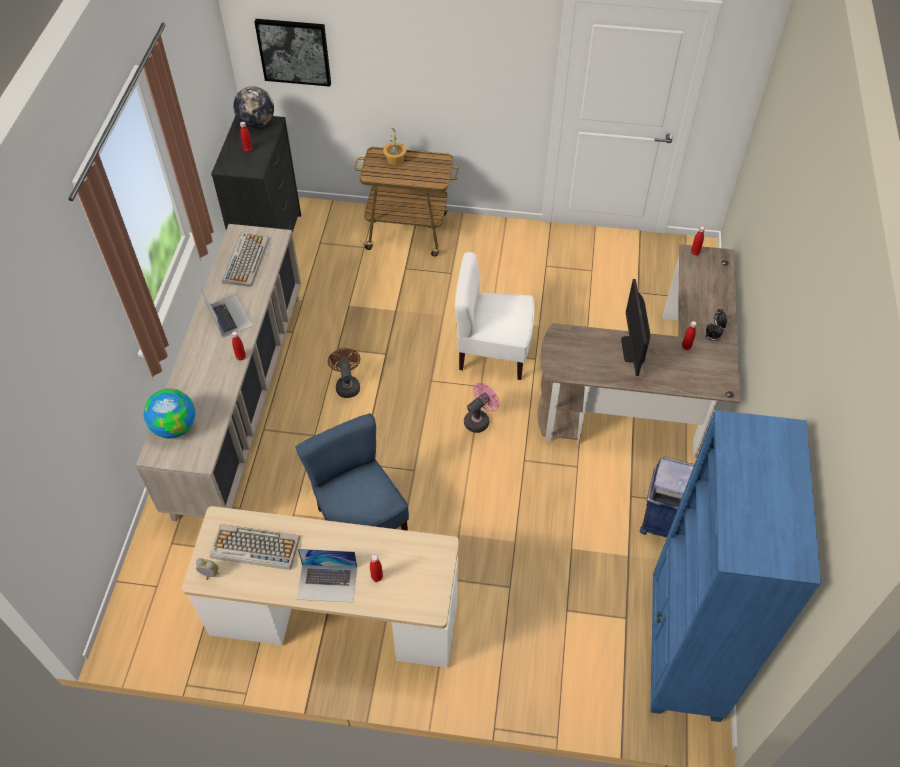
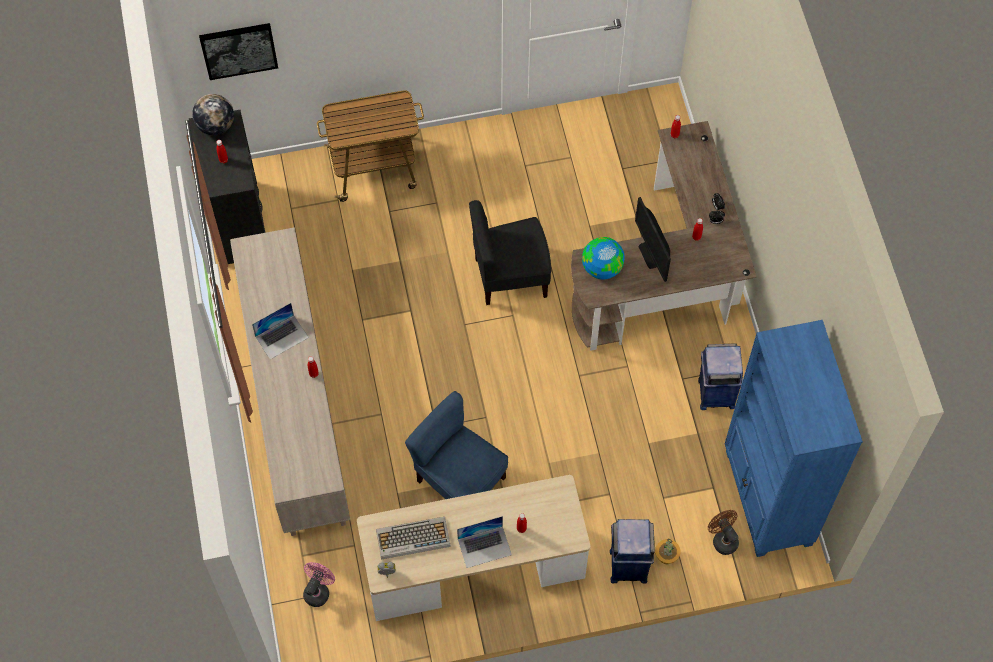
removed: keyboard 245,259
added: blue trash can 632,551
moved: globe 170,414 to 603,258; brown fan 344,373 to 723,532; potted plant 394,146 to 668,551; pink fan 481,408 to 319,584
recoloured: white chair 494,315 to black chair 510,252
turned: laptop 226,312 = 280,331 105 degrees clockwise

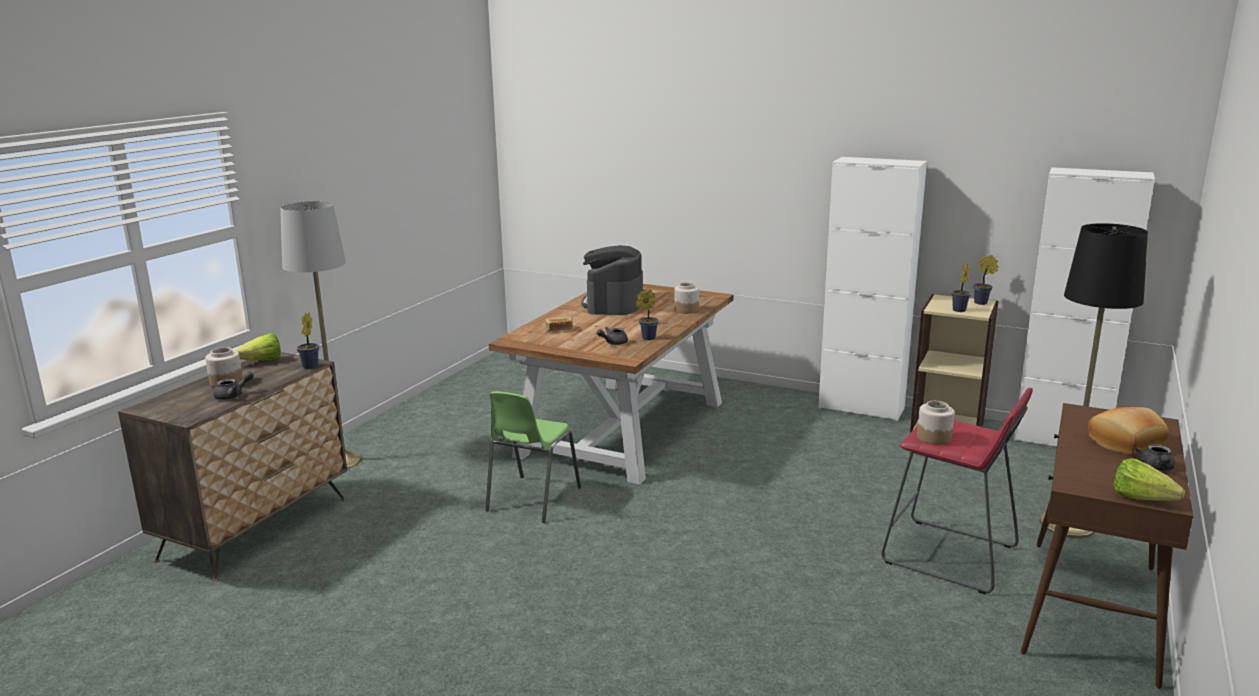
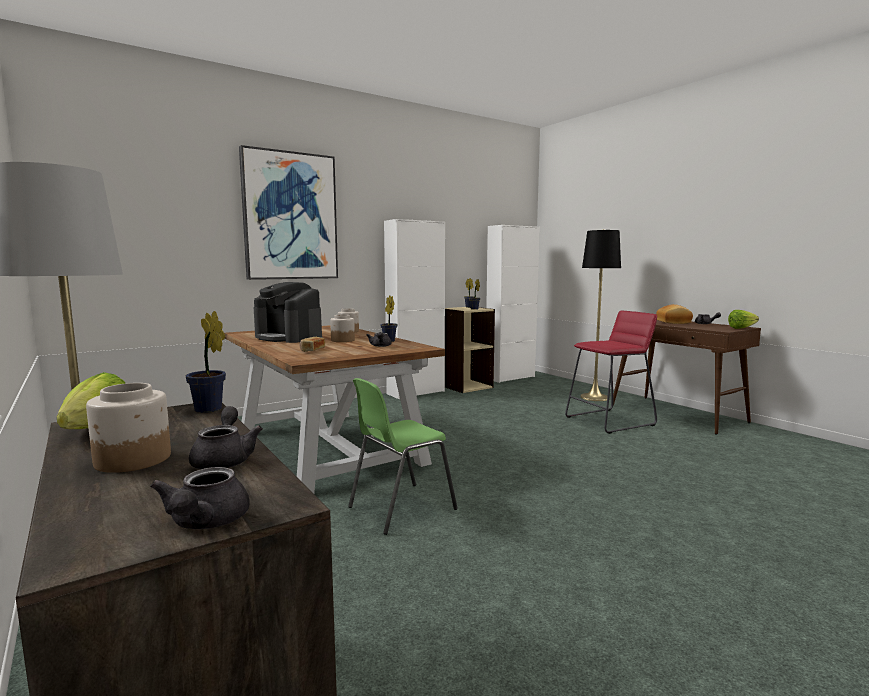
added: grey teapot 200,498; picture 288,212
moved: jar 935,423 to 342,328
turned: green chair 533,457 = 403,456 90 degrees clockwise

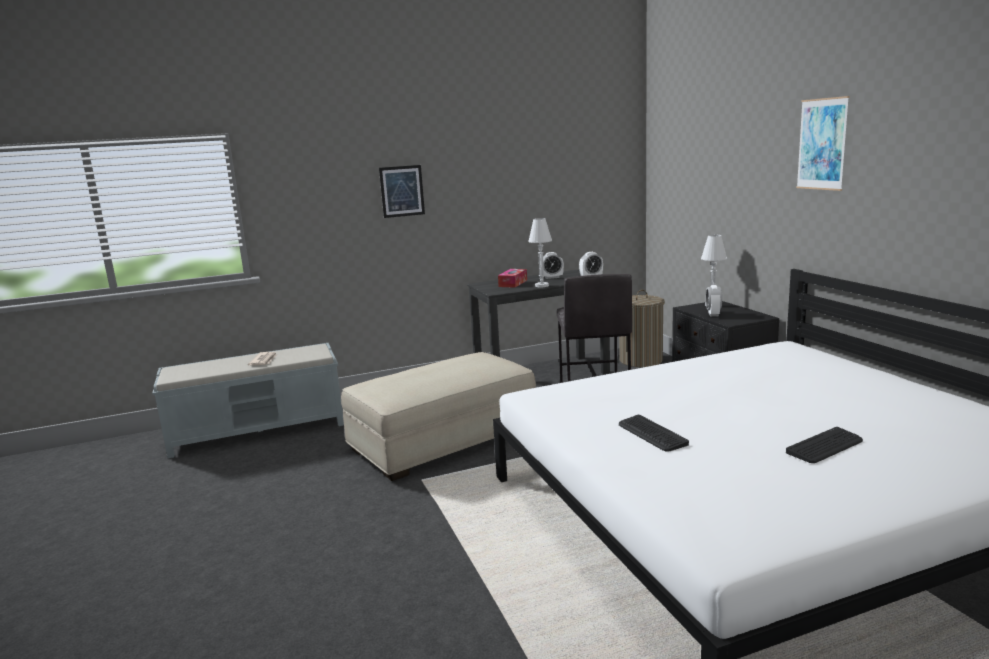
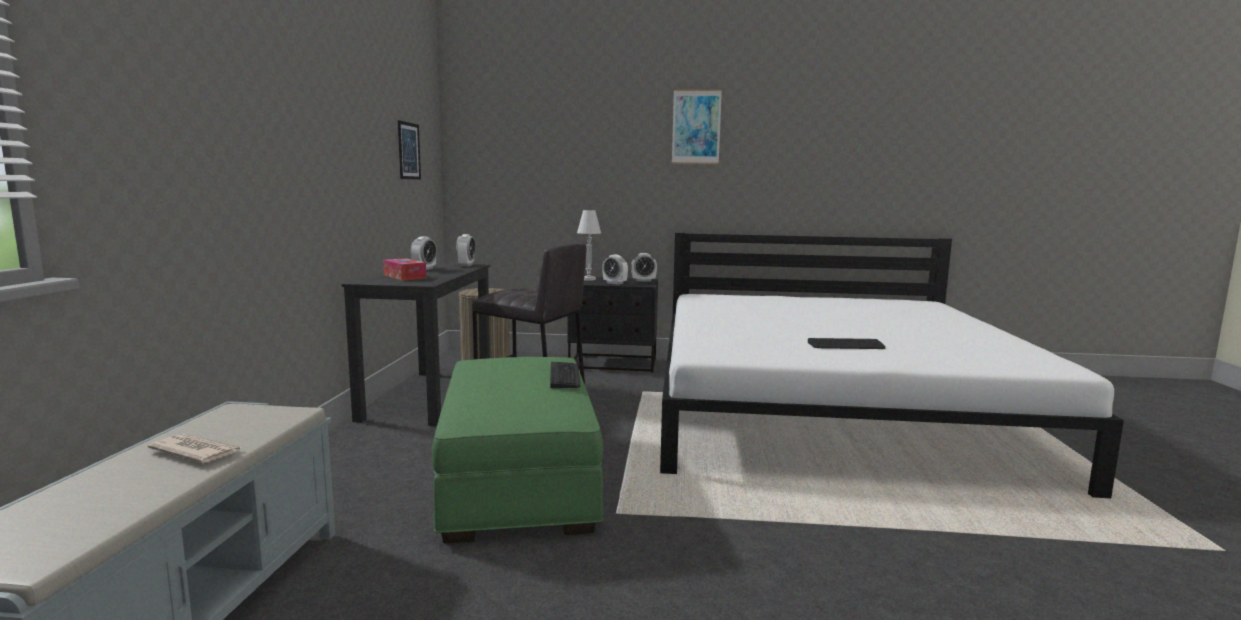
removed: white table lamp 540,252
added: alarm clock 644,267
moved: picture 402,191 to 409,149; keyboard 824,445 to 565,375
recoloured: beige ottoman 438,416 to green ottoman 517,450

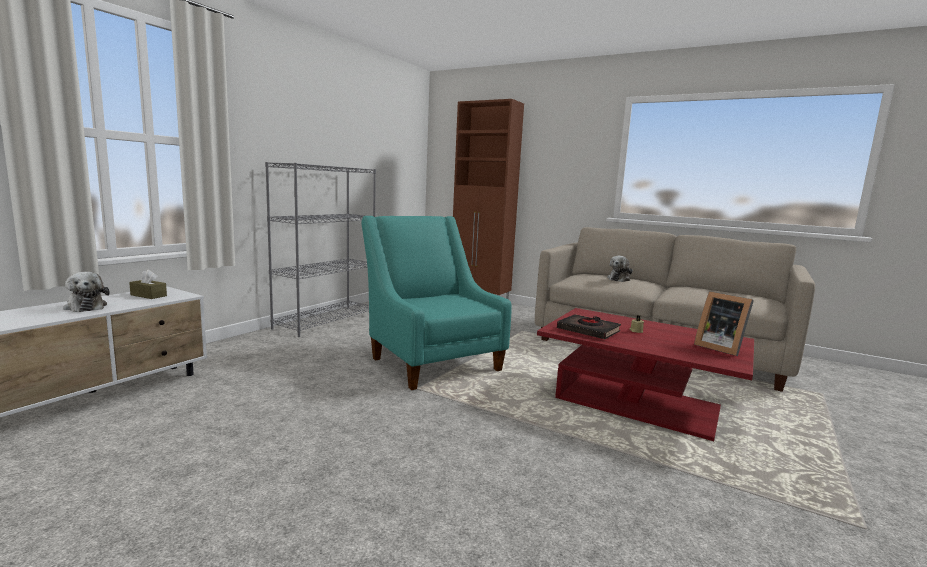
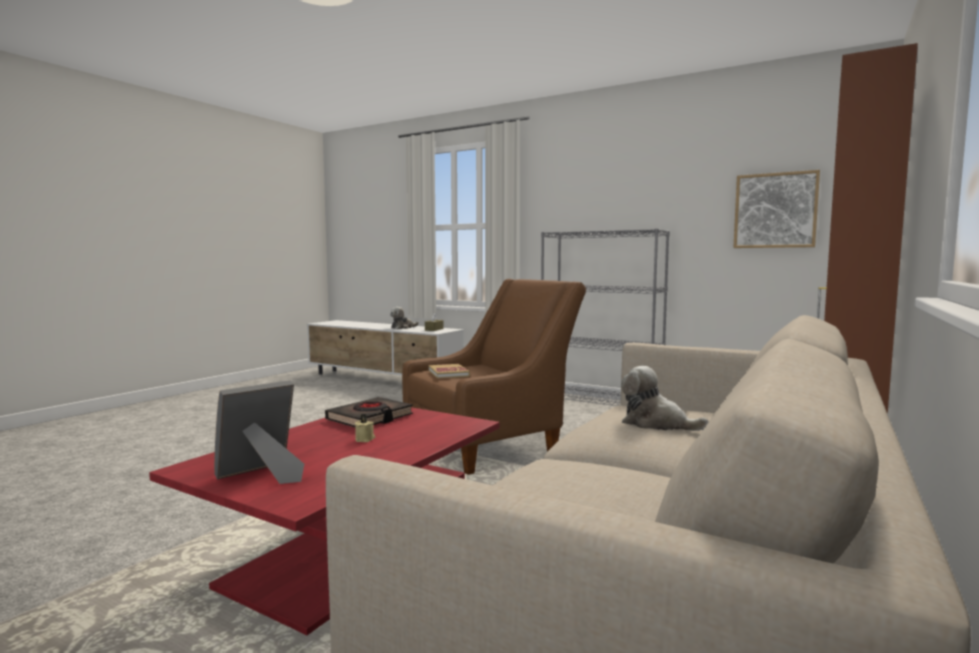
added: book 449,371; picture 776,209
recoloured: turquoise armchair 436,303 to brown armchair 494,377

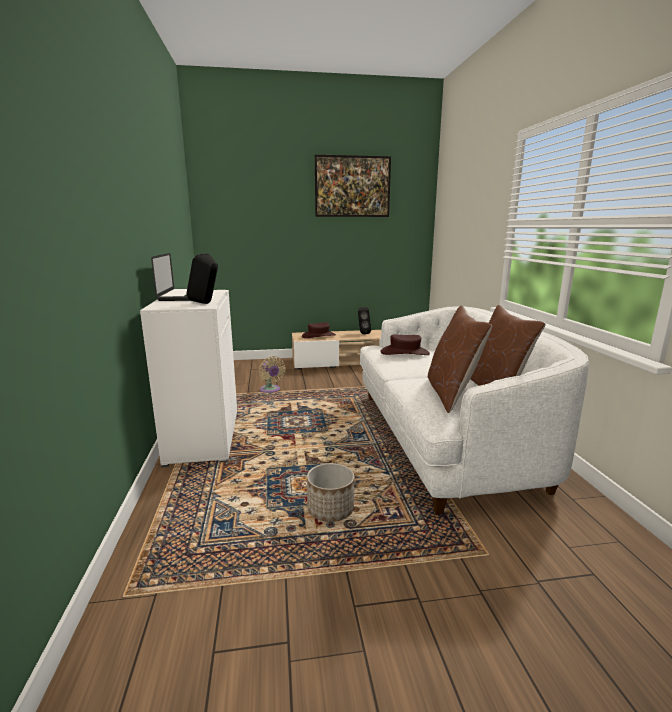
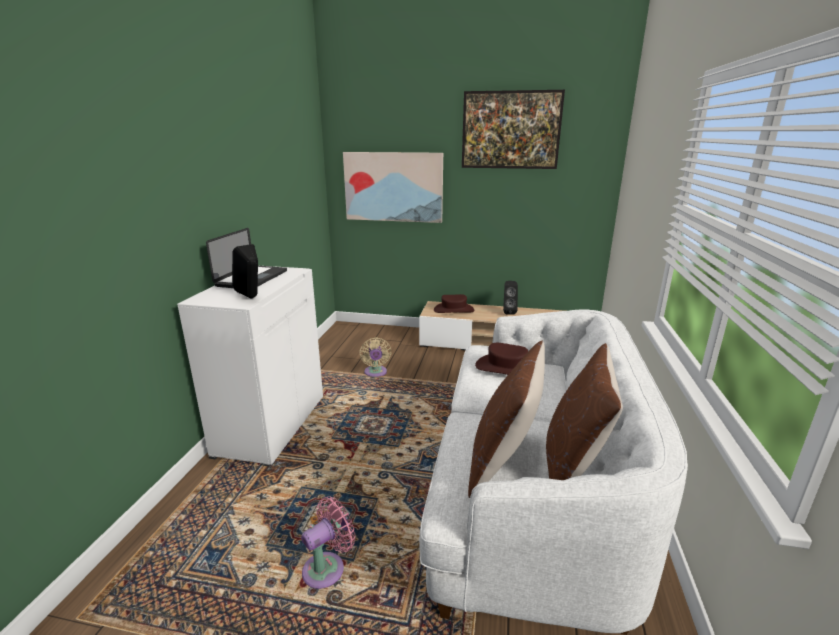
added: picture 393,187
replaced: planter 330,492 to pink fan 328,542

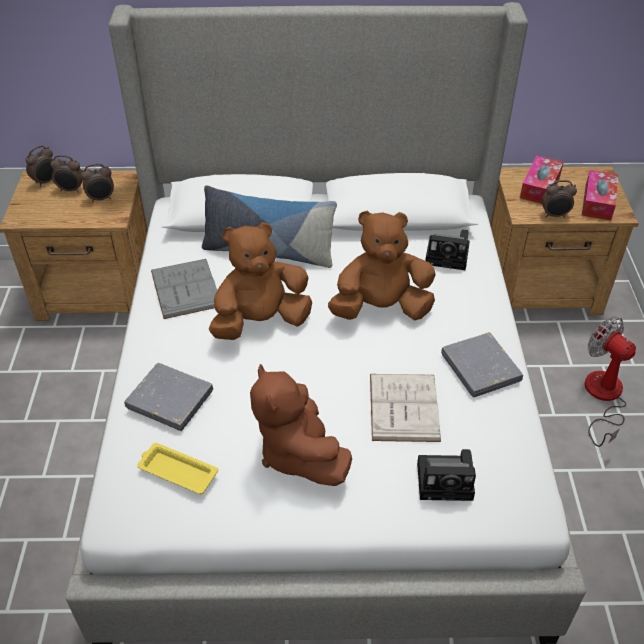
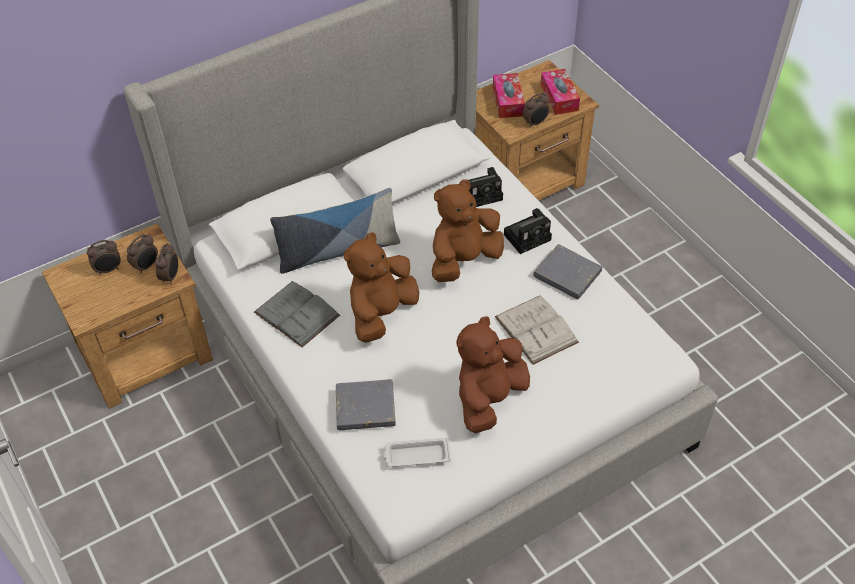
removed: fan 610,382
moved: alarm clock 40,166 to 166,264; photo camera 446,475 to 528,231
recoloured: yellow tray 177,468 to white tray 417,452
turned: brown plush toy 301,425 = 493,374 90 degrees clockwise

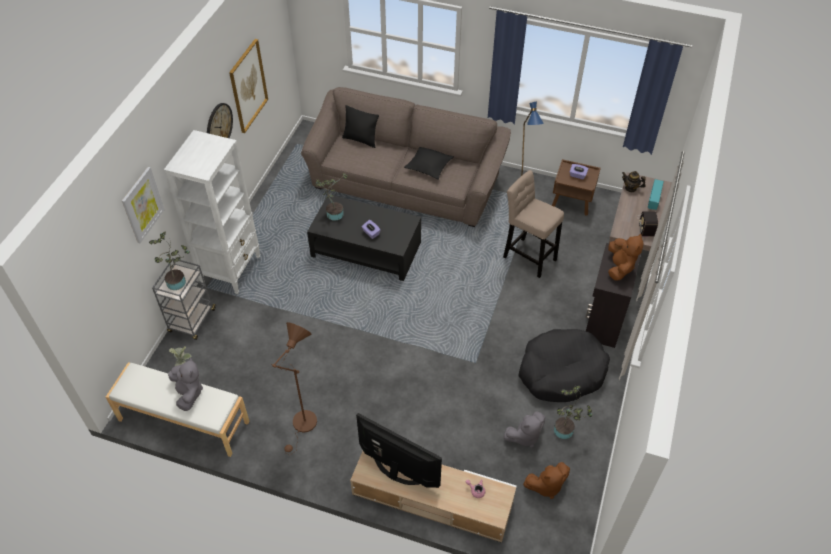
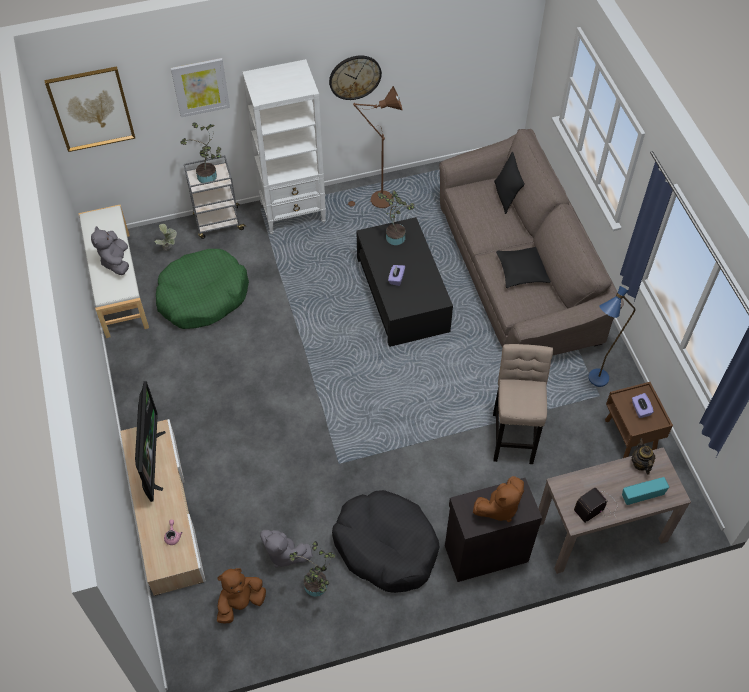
added: green dog bed 202,289
moved: picture 248,86 to 90,109; brown floor lamp 294,387 to 375,147
turned: grey plush toy 185,384 = 110,250 135 degrees clockwise; brown plush toy 546,480 = 241,595 105 degrees clockwise

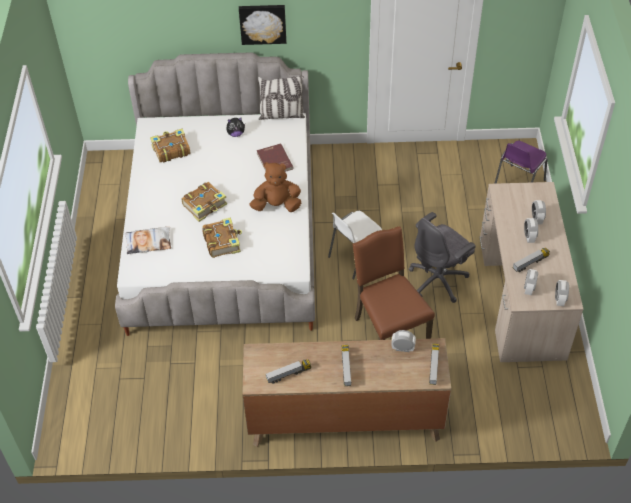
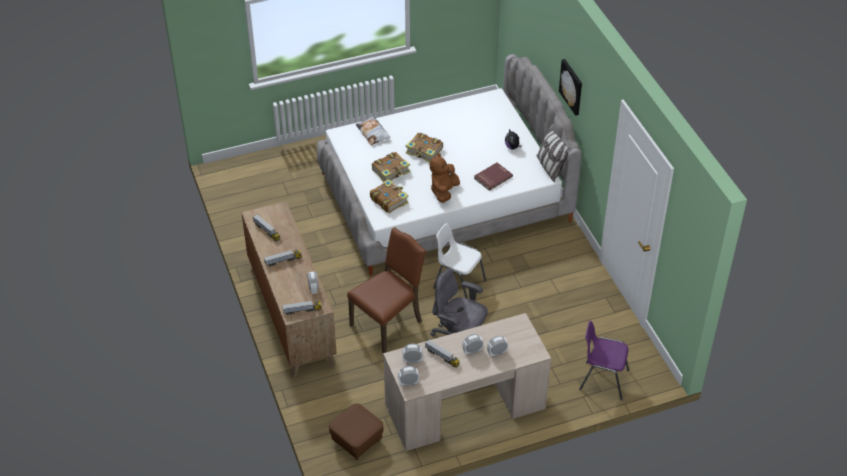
added: brown ottoman 356,431
moved: book 170,145 to 389,196
turned: brown plush toy 275,187 = 445,178 135 degrees counterclockwise

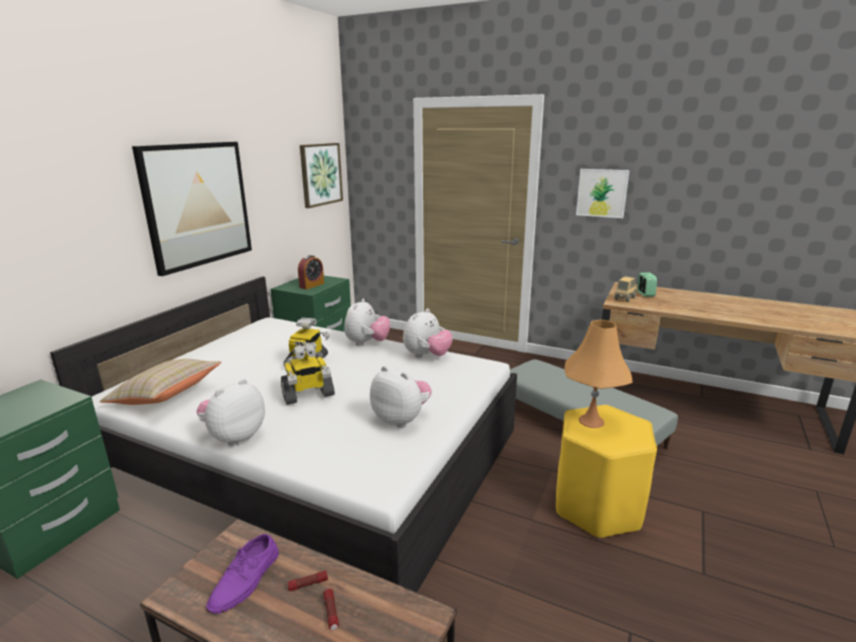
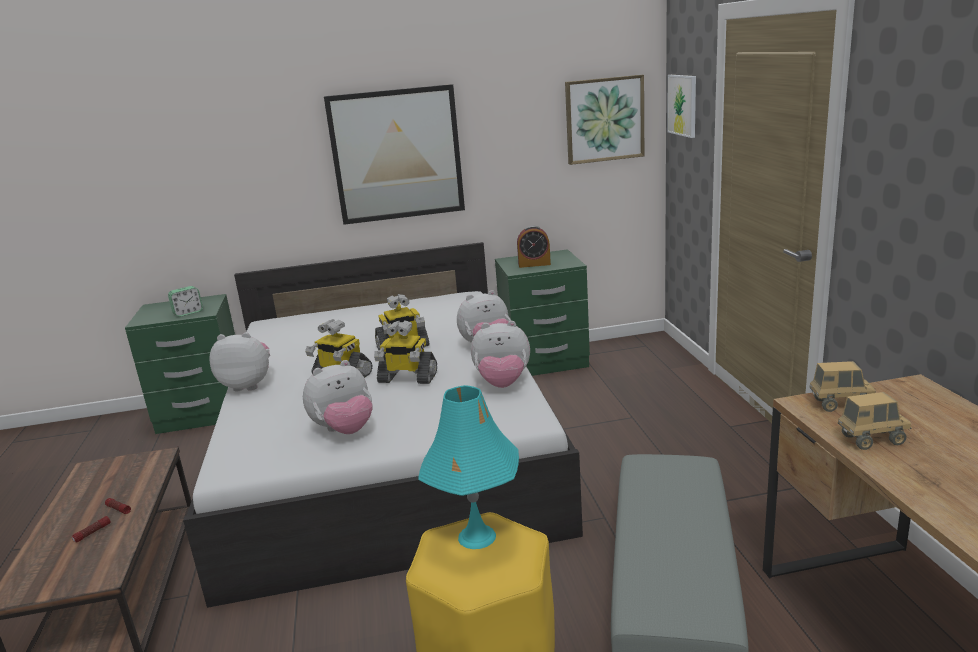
removed: beige pillow 160,382; purple shoe 242,574
added: toy robot 405,352; toy truck 874,421
moved: picture 603,193 to 681,106; alarm clock 647,284 to 185,301
recoloured: orange table lamp 598,374 to turquoise table lamp 468,467
turned: plush toy 400,397 = 338,397 60 degrees clockwise

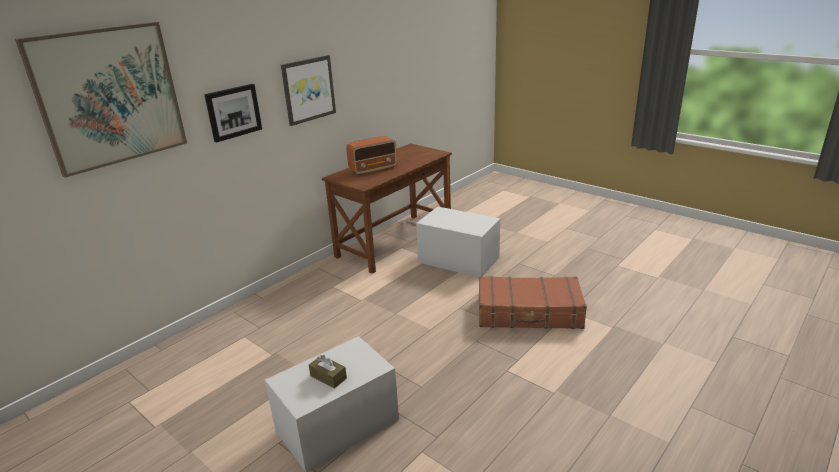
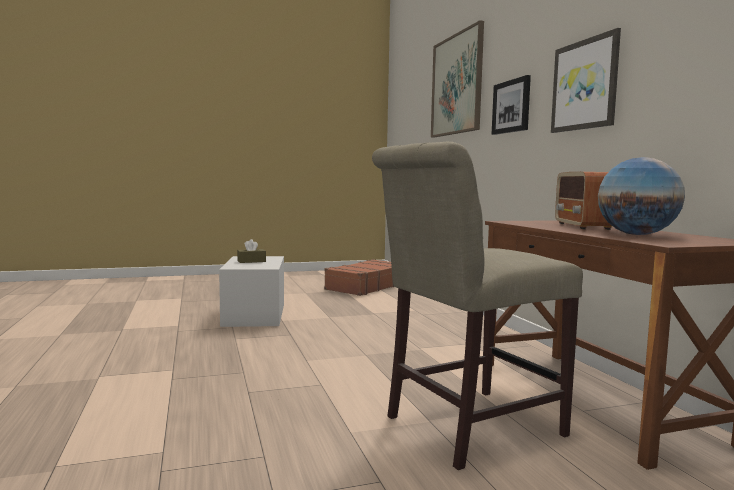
added: globe 641,196
moved: brown suitcase 533,302 to 359,277
replaced: white storage box 458,241 to beige chair 477,306

